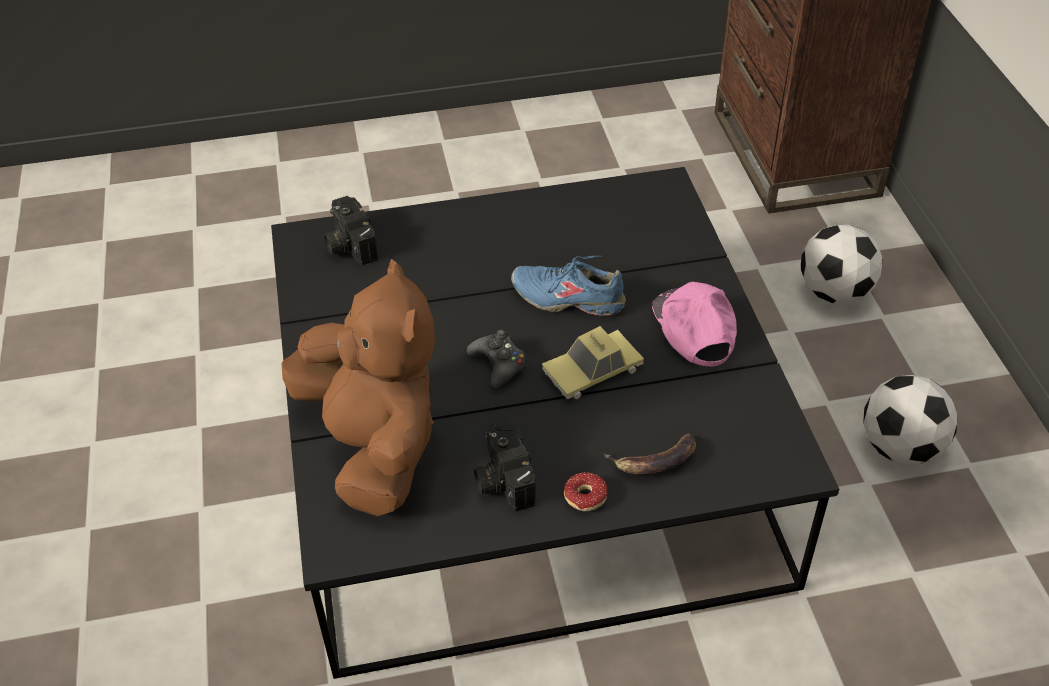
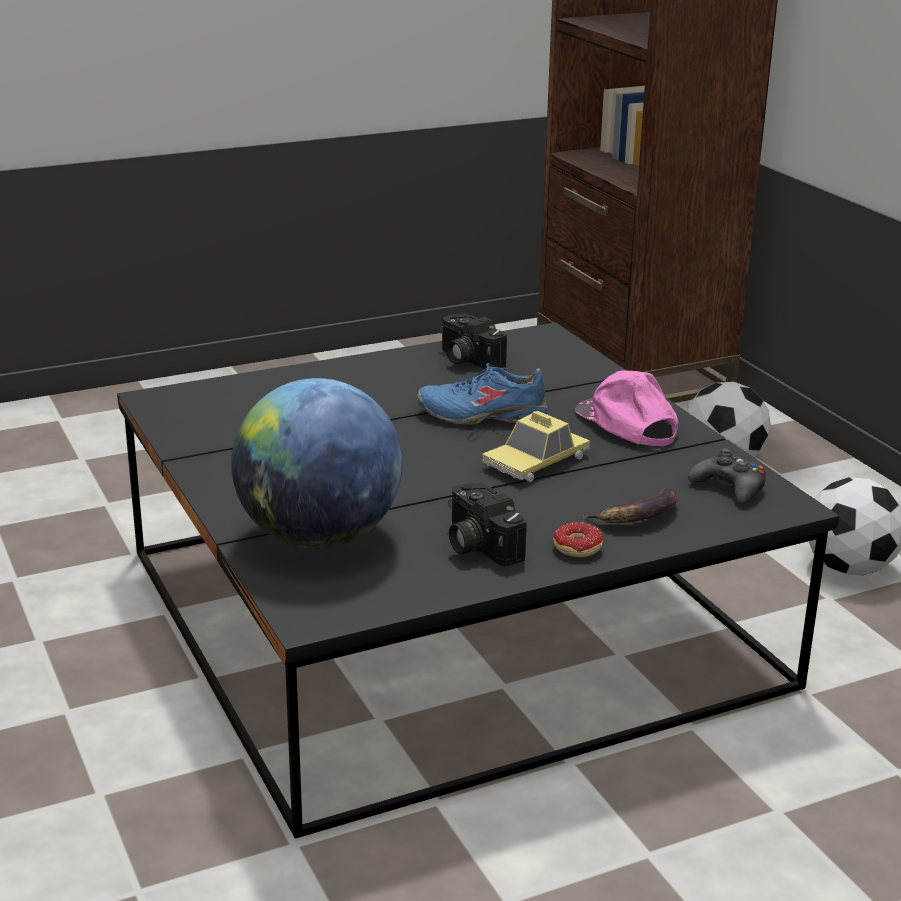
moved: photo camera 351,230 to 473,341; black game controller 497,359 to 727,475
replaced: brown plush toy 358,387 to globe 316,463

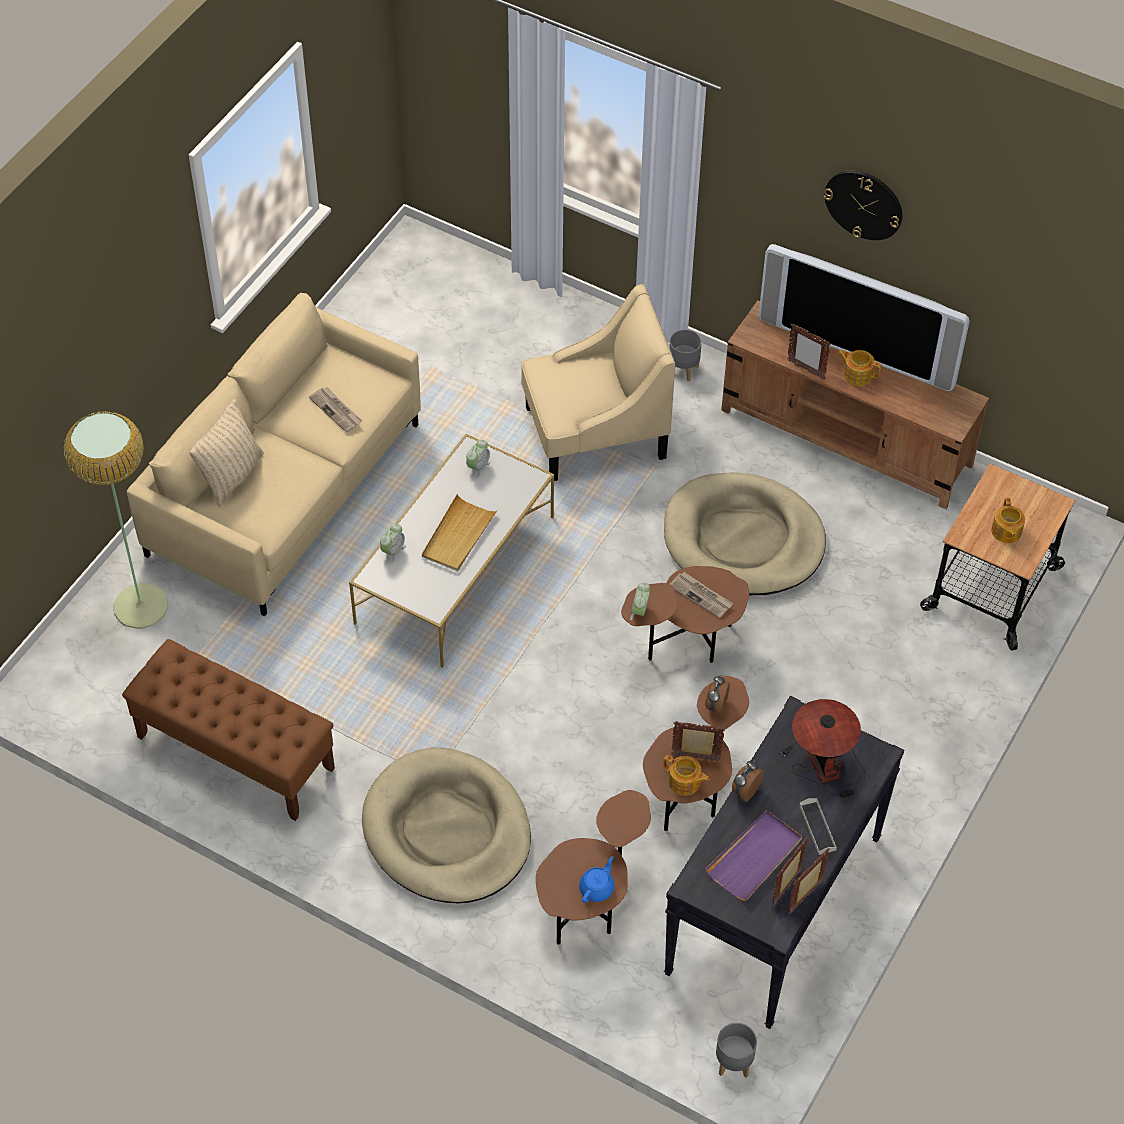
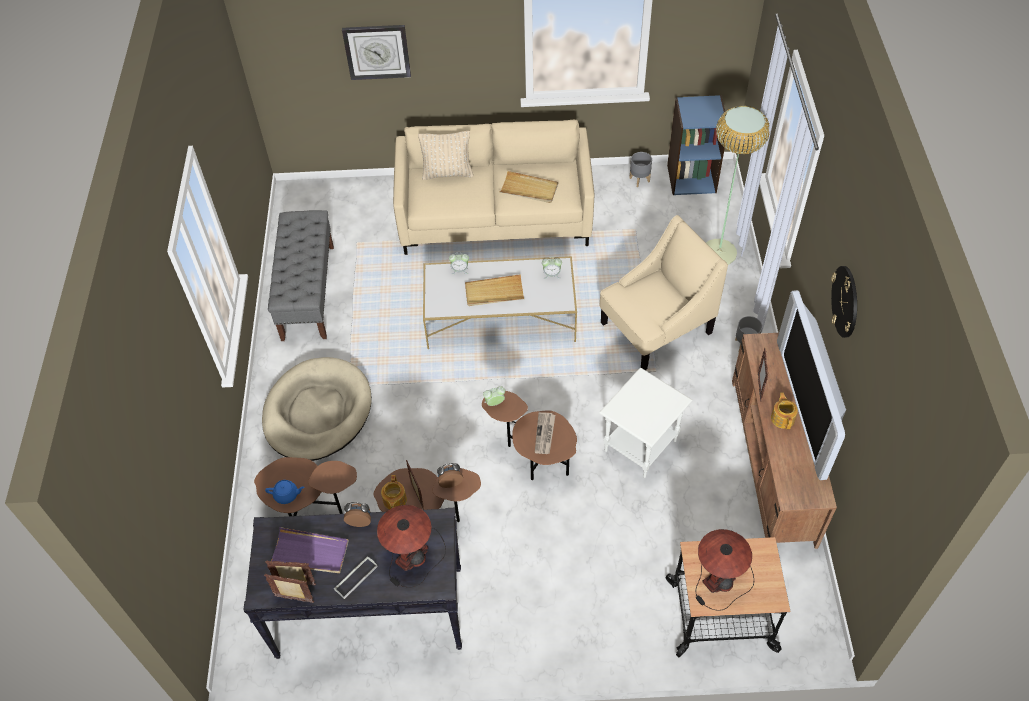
added: wall clock 376,52; blue bookcase 697,145
moved: floor lamp 116,520 to 738,185; grey planter 736,1050 to 640,169
replaced: newspaper 335,410 to beige tray 528,187; beige dog bed 745,533 to white side table 646,422; teapot 1008,520 to table lamp 724,570
recoloured: brown bench 228,730 to grey bench 301,275
turned: beige armchair 598,382 = 663,292 75 degrees counterclockwise

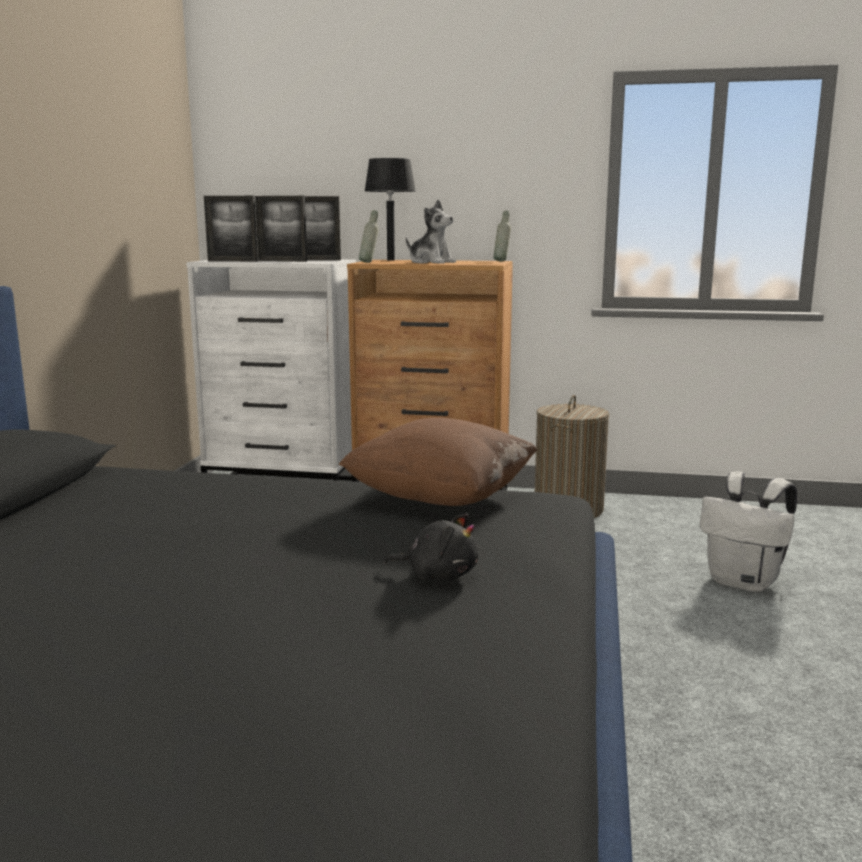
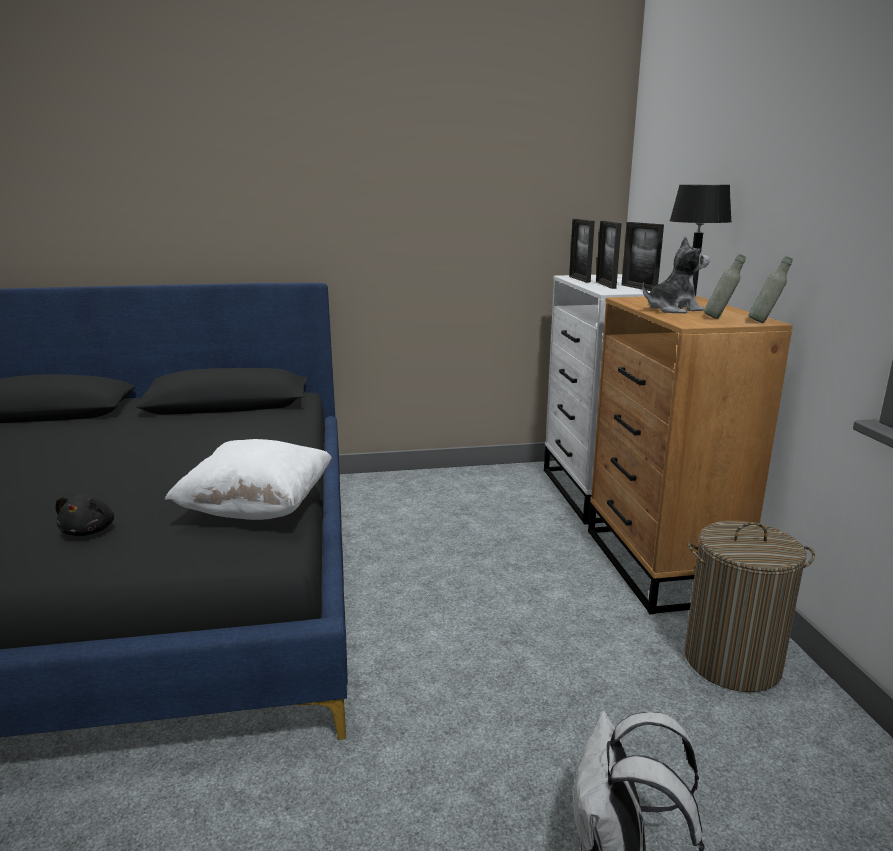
moved: grey bottle 369,236 to 725,286
recoloured: brown pillow 438,461 to white pillow 248,479
turned: plush toy 431,231 = 676,275 120 degrees counterclockwise

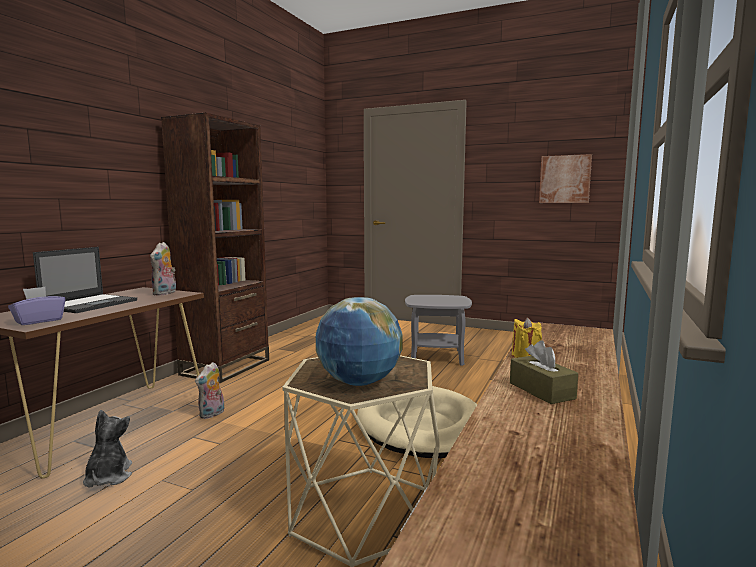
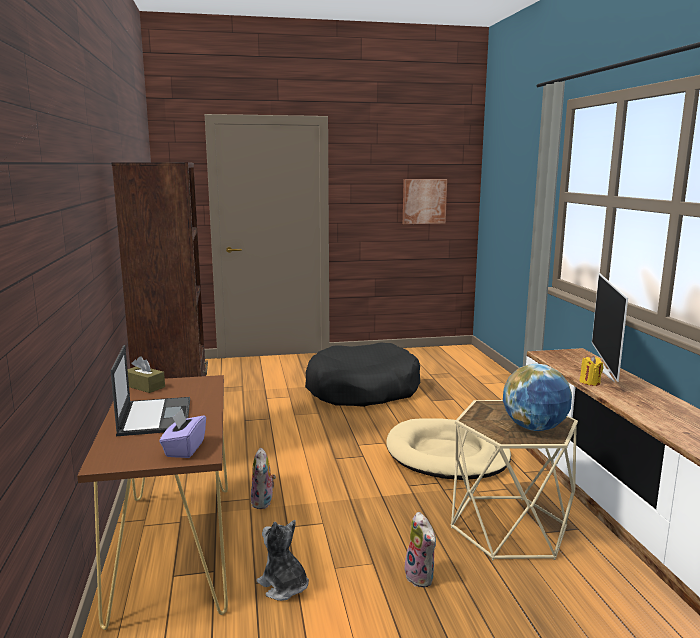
added: television 610,328
moved: plush toy 163,269 to 420,550; brown tissue box 544,372 to 146,374
replaced: grey side table 438,330 to black dog bed 362,374

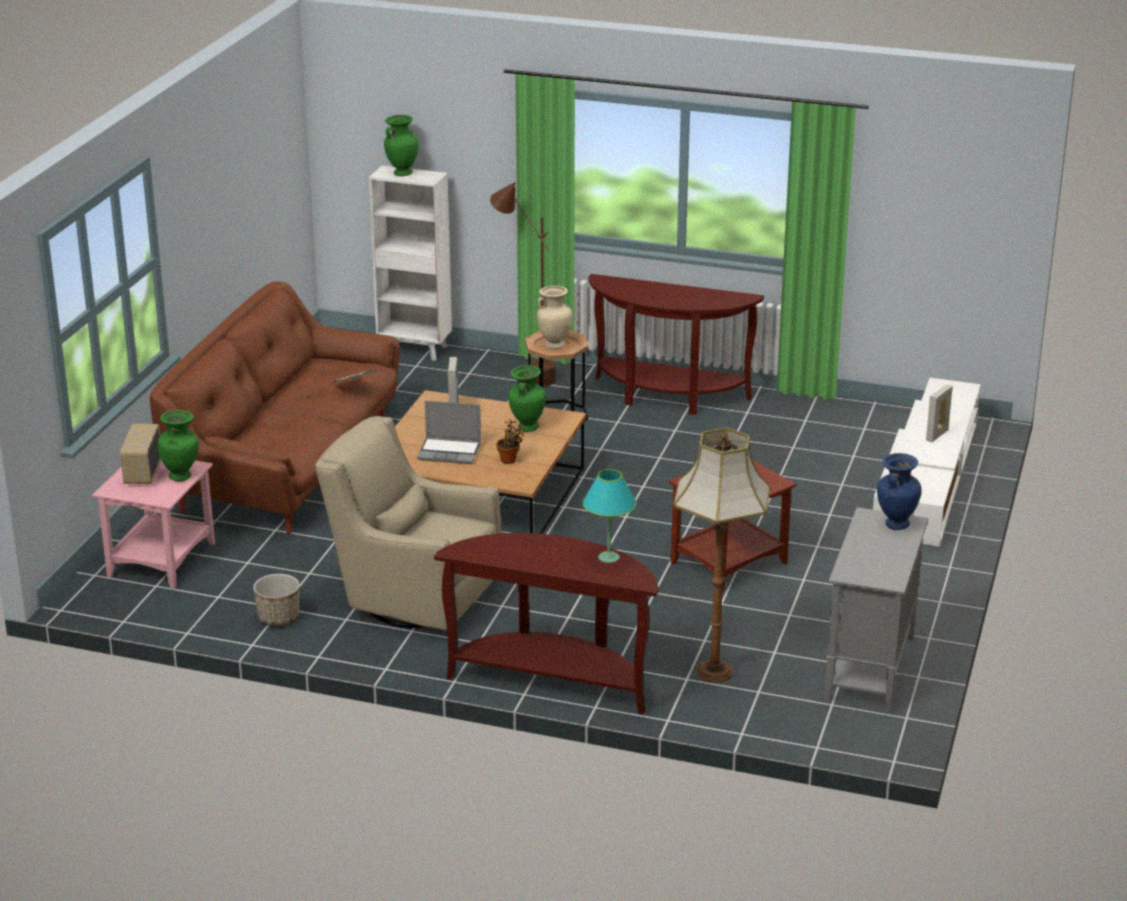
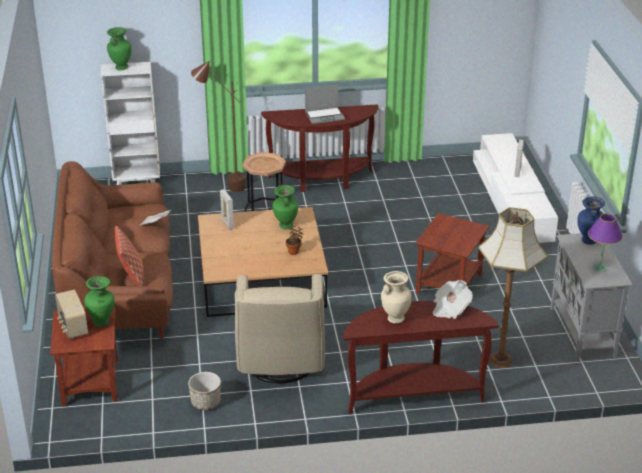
added: pillow 129,256; purple table lamp 605,243
moved: laptop 449,432 to 325,104; beige vase 554,317 to 396,297
replaced: turquoise table lamp 609,516 to newspaper 453,299
recoloured: pink side table 153,524 to brown side table 84,357
turned: beige armchair 408,523 = 280,329 90 degrees counterclockwise

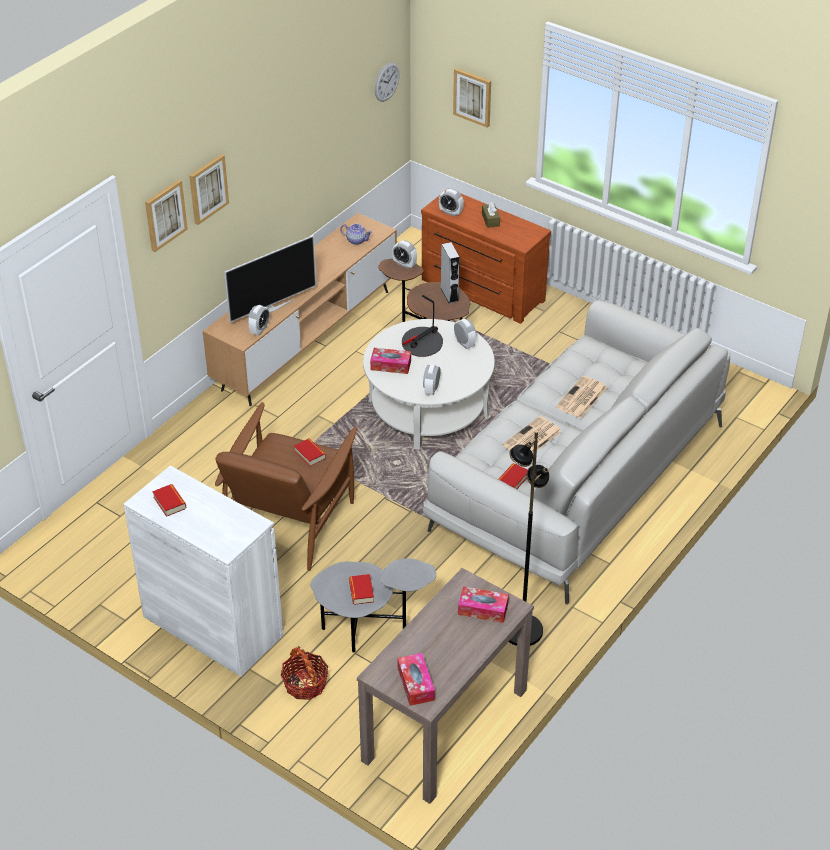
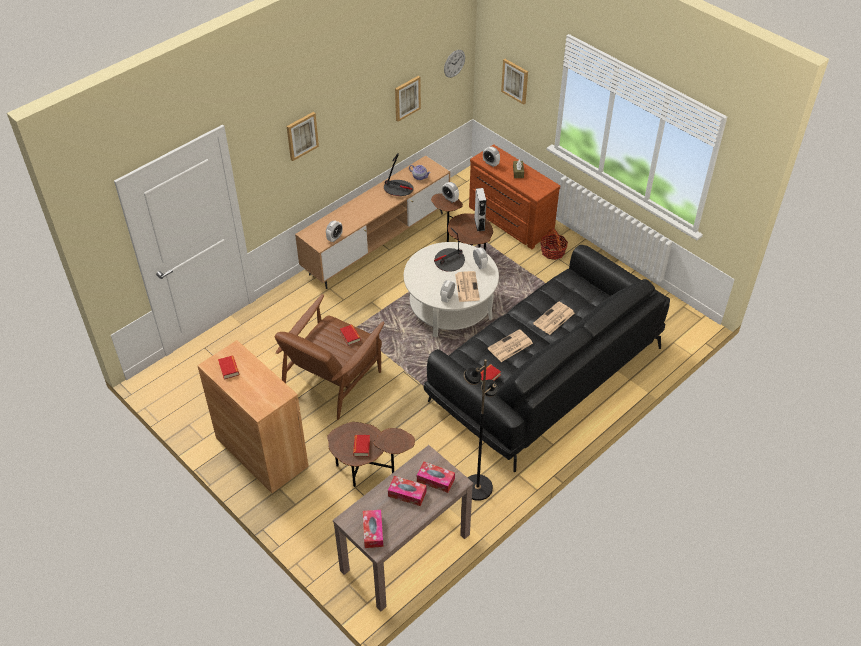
removed: television 270,279
added: table lamp 399,174; newspaper 467,286
moved: picture 166,215 to 408,99; basket 304,673 to 554,244; tissue box 390,361 to 407,491
recoloured: white cabinet 203,571 to brown cabinet 253,416; grey side table 373,605 to brown side table 371,454; white sofa 576,452 to black sofa 547,358

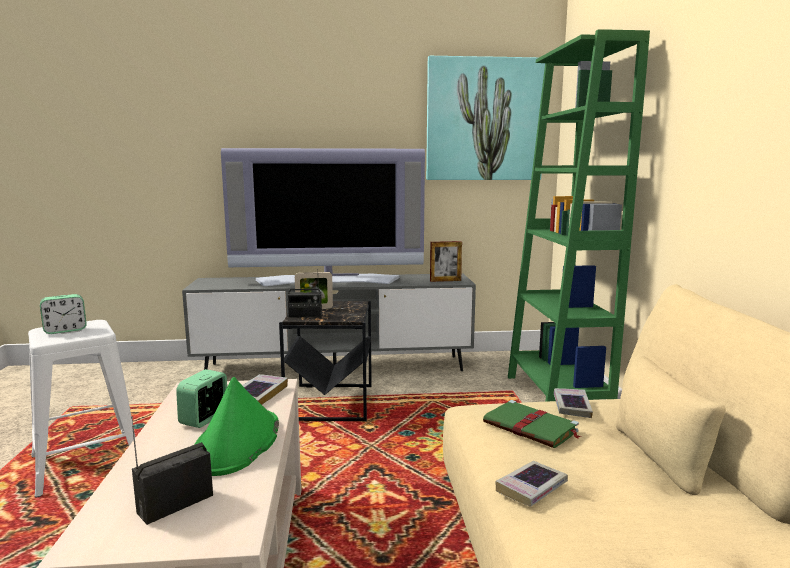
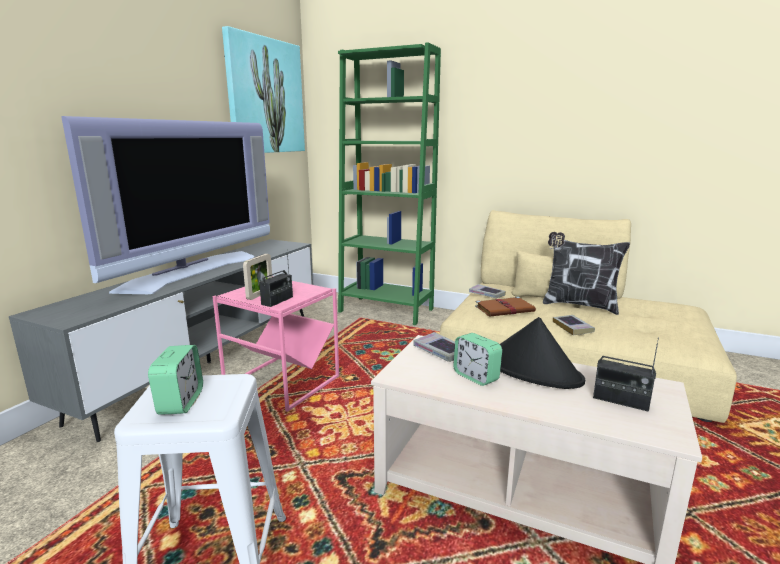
removed: picture frame 446,261
added: pillow 586,273
recoloured: green hat 236,426 to black hat 542,353; black side table 325,361 to pink side table 276,344; green book 532,424 to brown book 505,306
turned: radio 172,471 = 626,374 45 degrees counterclockwise

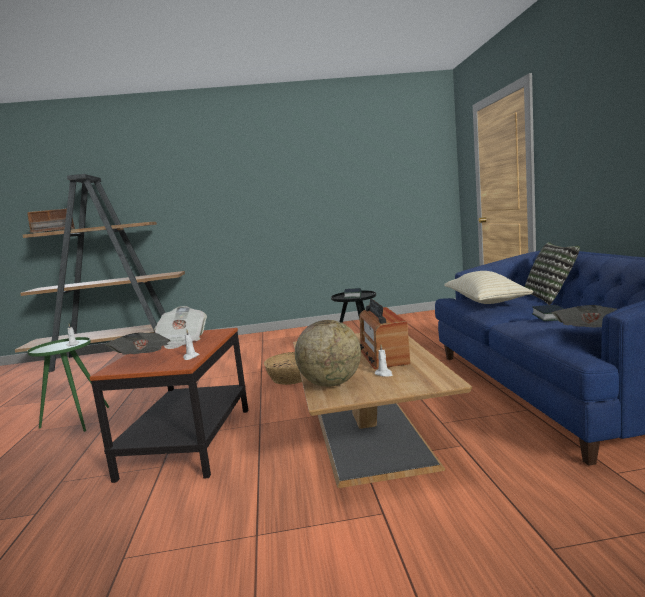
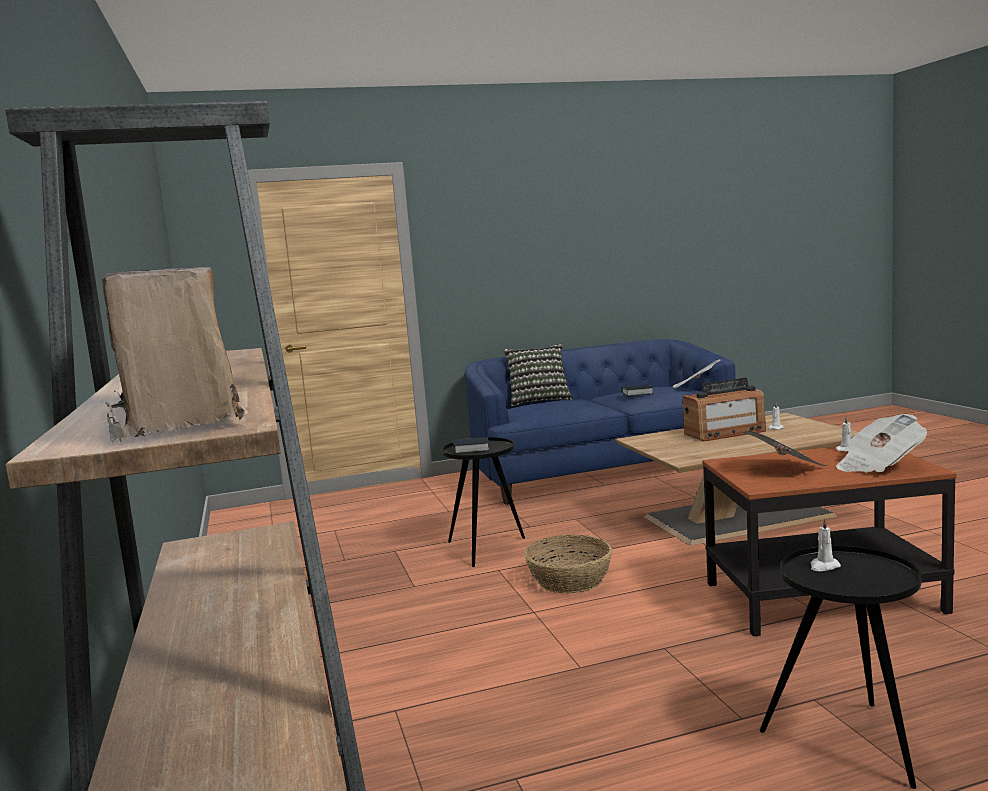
removed: globe 328,353; beige pillow 488,287
recoloured: green side table 68,384 to black side table 841,667

